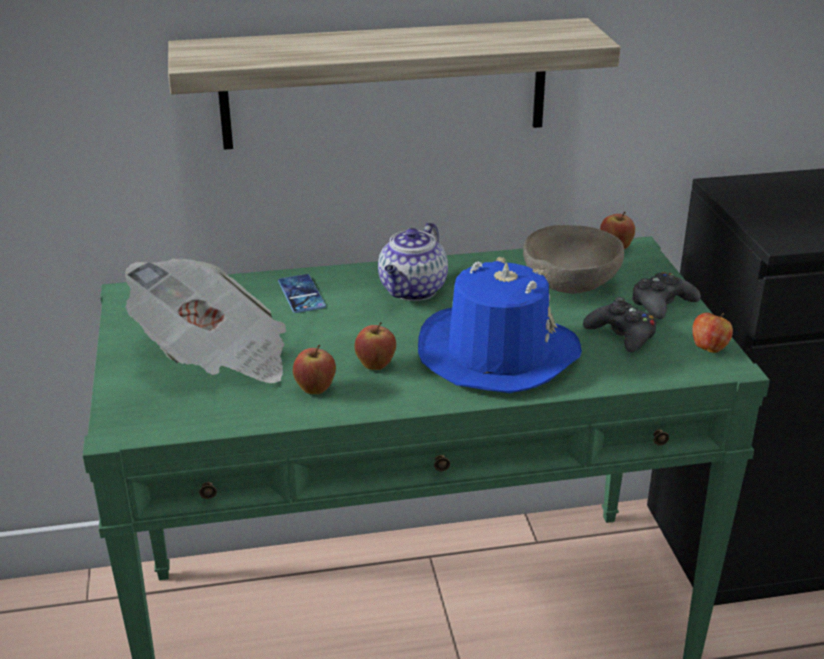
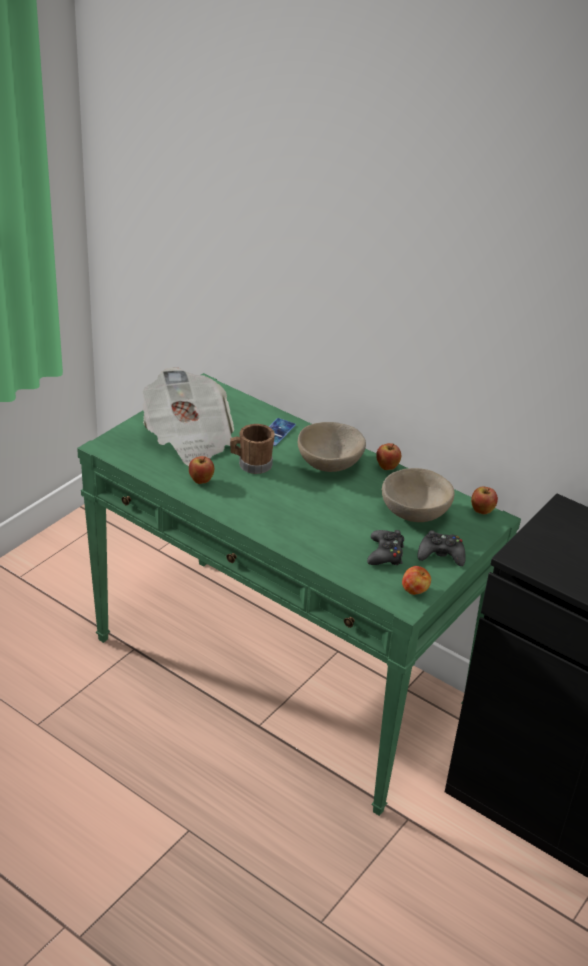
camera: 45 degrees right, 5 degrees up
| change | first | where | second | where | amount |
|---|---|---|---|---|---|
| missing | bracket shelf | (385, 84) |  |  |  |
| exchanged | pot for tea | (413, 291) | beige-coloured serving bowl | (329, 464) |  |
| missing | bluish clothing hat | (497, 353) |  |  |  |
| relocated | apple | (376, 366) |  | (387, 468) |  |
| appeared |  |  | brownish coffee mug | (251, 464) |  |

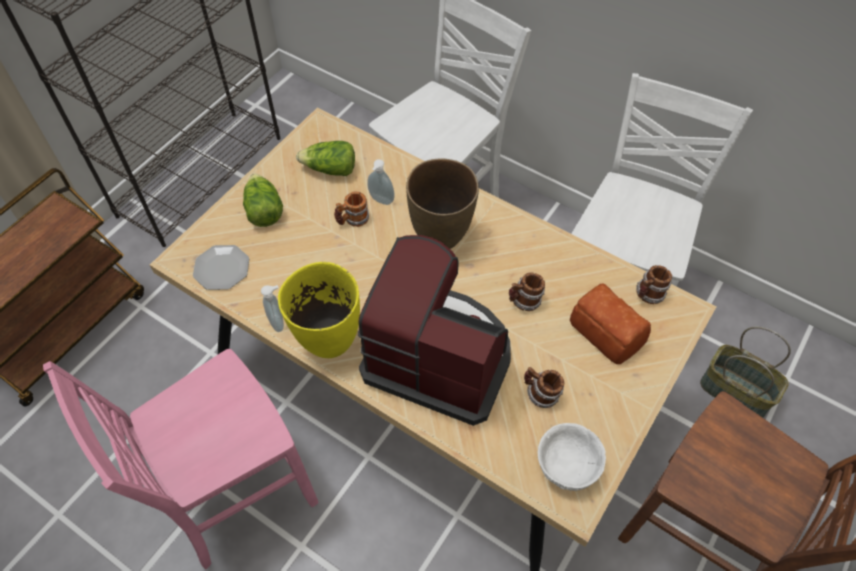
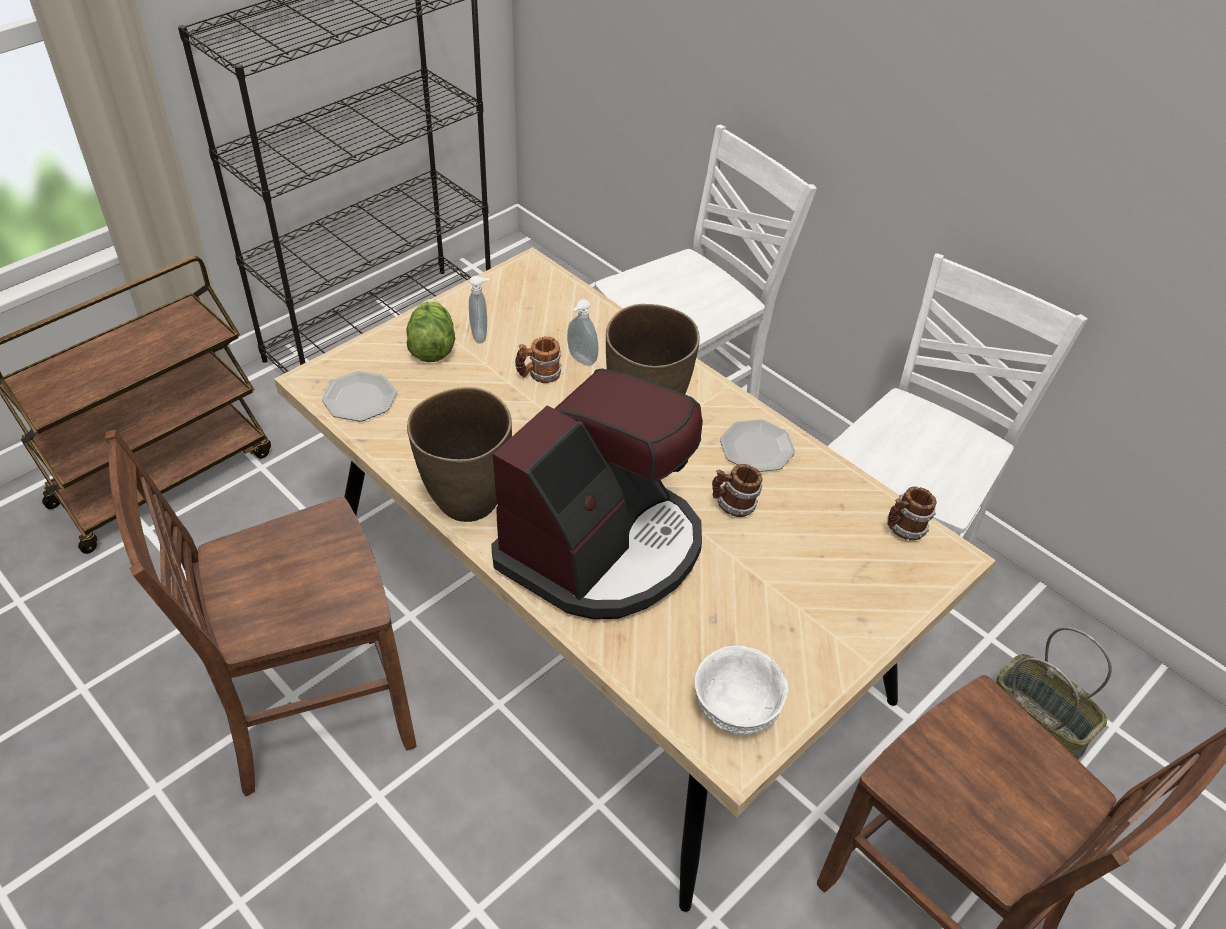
camera: 10 degrees right, 10 degrees down
| change | first | where | second | where | amount |
|---|---|---|---|---|---|
| missing | lettuce head | (330, 169) |  |  |  |
| spun | coffee maker | (439, 357) |  | (602, 547) | 90 degrees clockwise |
| colour | yellow-coloured vase | (329, 341) | brownish vase | (467, 502) |  |
| missing | baked bread | (607, 333) |  |  |  |
| relocated | soap bottle | (278, 322) |  | (481, 335) |  |
| colour | pinkish upright chair | (235, 496) | brownish upright chair | (310, 715) |  |
| missing | coffee mug | (540, 394) |  |  |  |
| appeared |  |  | plate | (756, 448) |  |

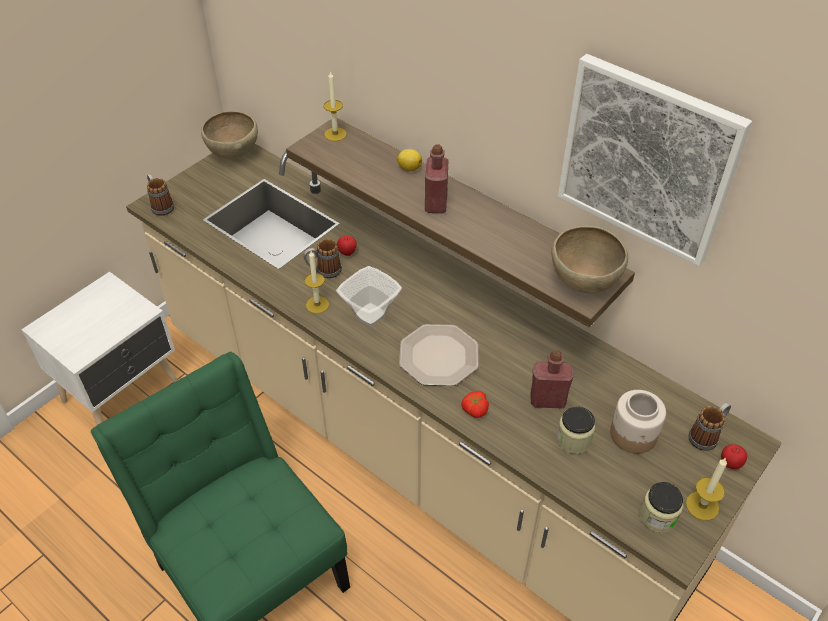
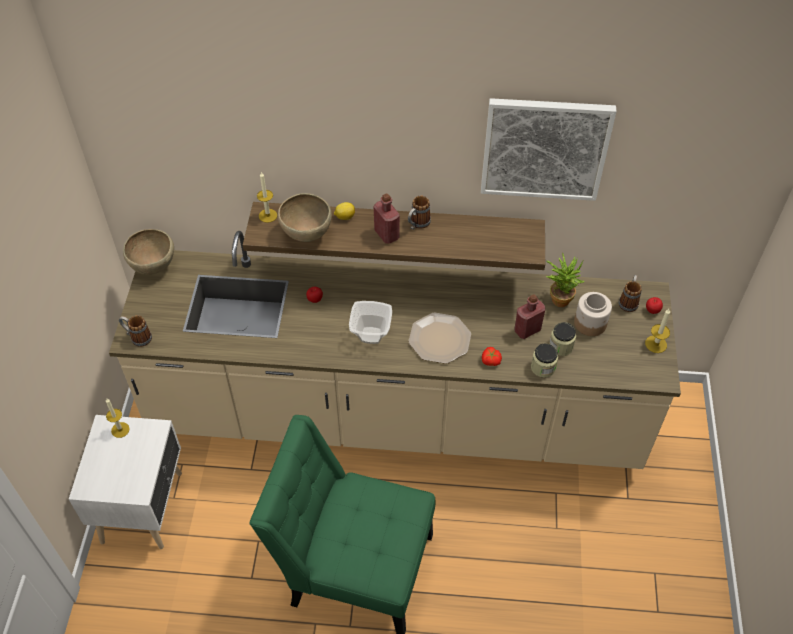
camera: 35 degrees left, 5 degrees up
| change | first | where | second | where | amount |
|---|---|---|---|---|---|
| relocated | brownish serving bowl | (583, 283) |  | (306, 234) |  |
| relocated | coffee mug | (324, 272) |  | (417, 224) |  |
| relocated | wax light | (317, 305) |  | (120, 430) |  |
| relocated | storage jar | (657, 516) |  | (543, 367) |  |
| appeared |  |  | plant in a pot | (560, 297) |  |

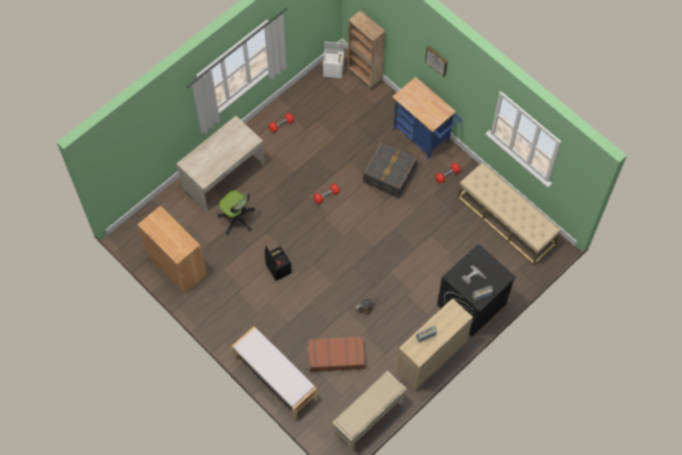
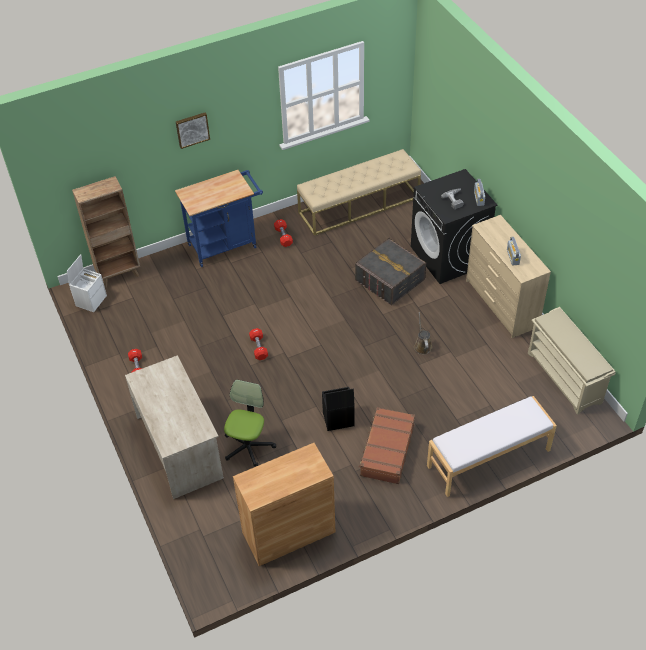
camera: 70 degrees left, 15 degrees down
| change | first | where | second | where | amount |
|---|---|---|---|---|---|
| relocated | greyish storage box | (389, 174) |  | (390, 280) |  |
| spun | office chair | (237, 218) |  | (248, 446) | 45 degrees counterclockwise |
| relocated | brownish travel case | (336, 356) |  | (386, 450) |  |

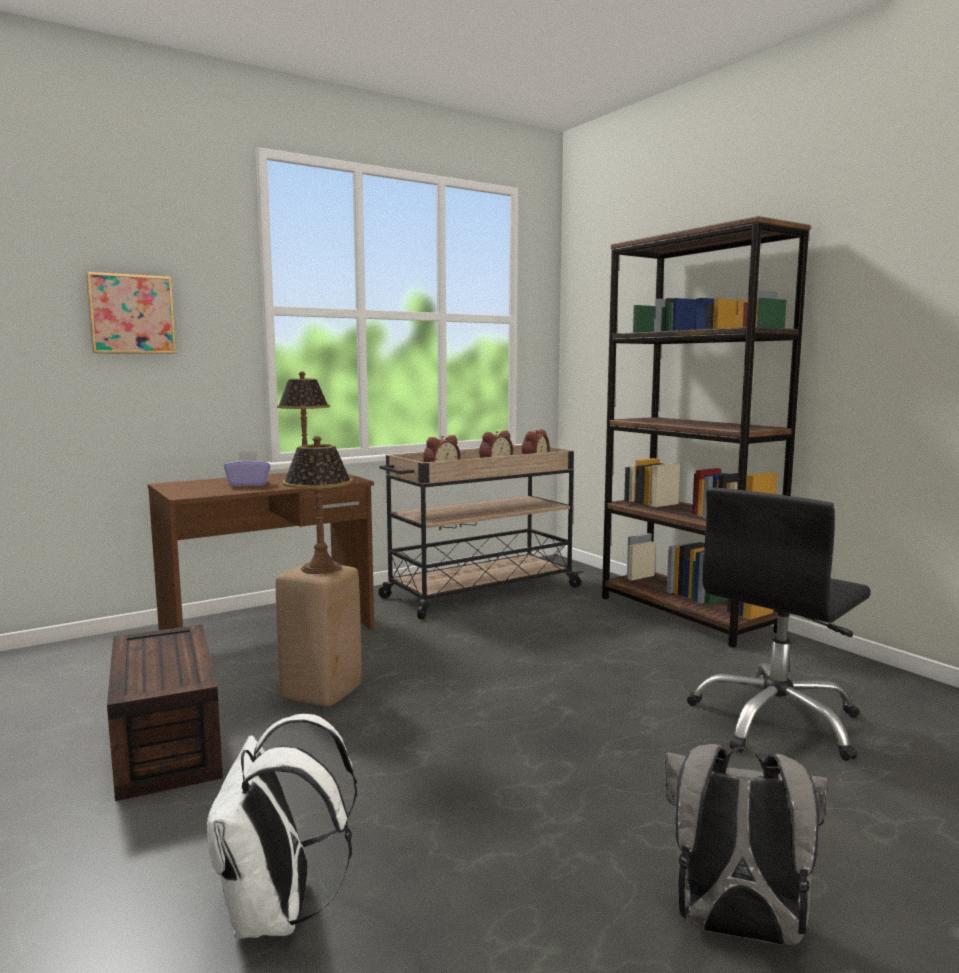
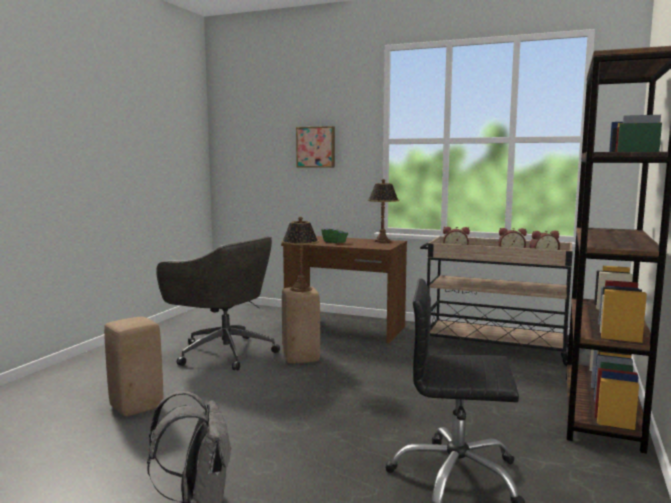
camera: 55 degrees right, 0 degrees up
| change | first | where | second | where | amount |
|---|---|---|---|---|---|
| colour | purple-coloured tissue box | (248, 484) | greenish tissue box | (334, 242) |  |
| exchanged | brownish storage box | (170, 744) | greyish office chair | (223, 352) |  |
| exchanged | white backpack | (277, 914) | beige-coloured stool seat | (136, 407) |  |

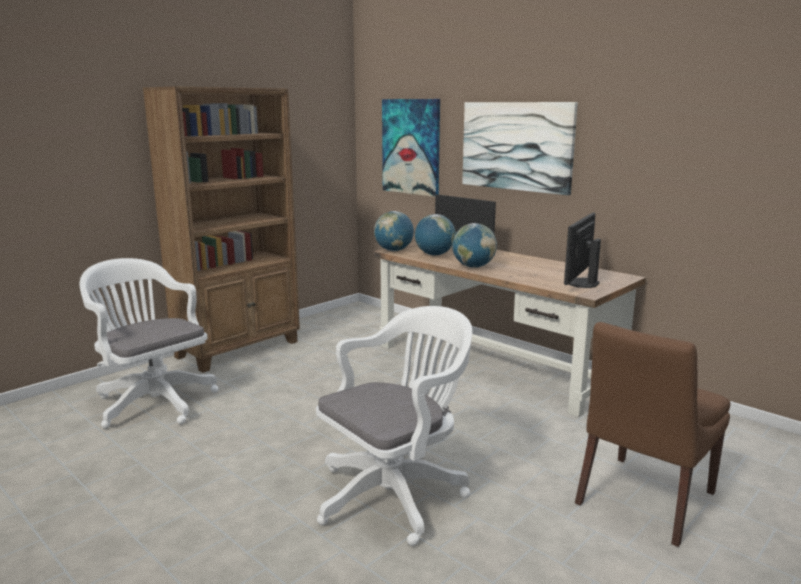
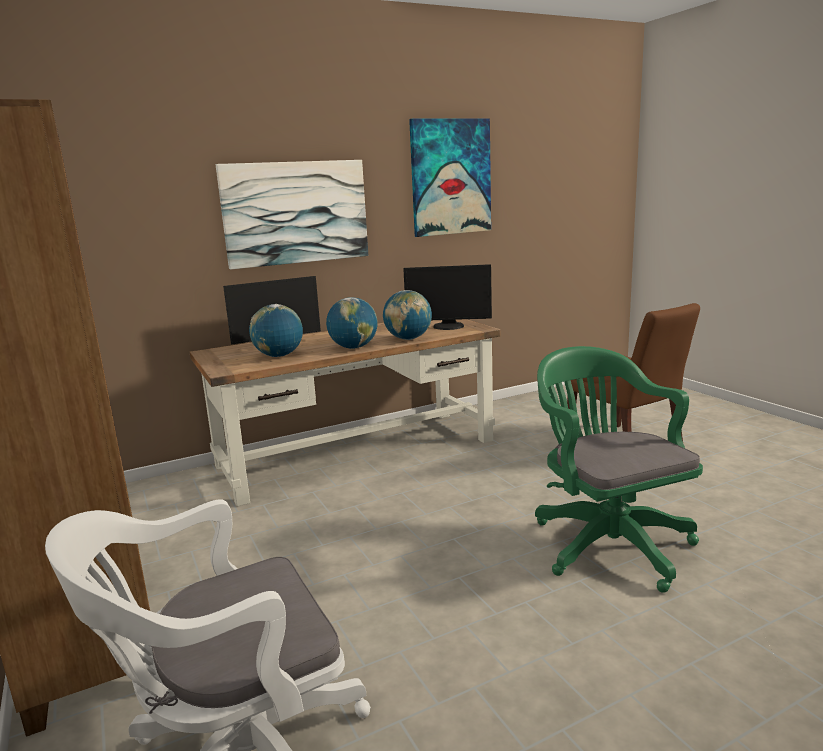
camera: 70 degrees left, 0 degrees up
| change | first | where | second | where | amount |
|---|---|---|---|---|---|
| relocated | wall art | (411, 147) |  | (451, 177) |  |
| relocated | globe | (394, 250) |  | (408, 339) |  |
| spun | monitor | (581, 283) |  | (448, 327) | 45 degrees counterclockwise |
| colour | white office chair | (396, 493) | greenish office chair | (607, 542) |  |

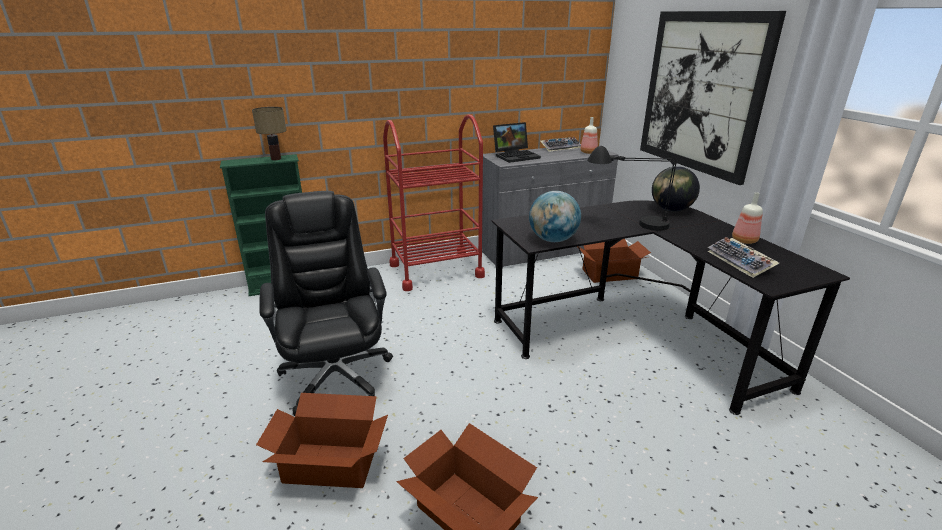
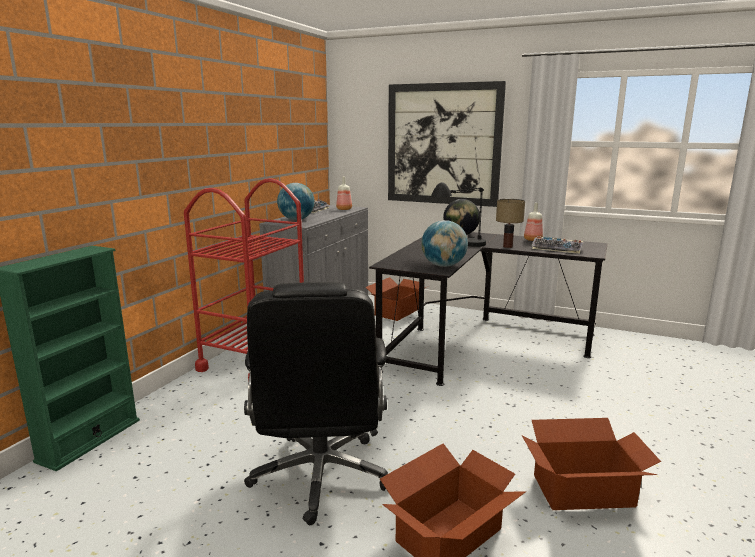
camera: 45 degrees left, 10 degrees down
| change | first | where | second | where | amount |
|---|---|---|---|---|---|
| relocated | lamp for a table | (276, 159) |  | (507, 246) |  |
| exchanged | laptop | (516, 156) | globe | (296, 219) |  |
| spun | black-coloured office chair | (335, 375) |  | (320, 476) | 120 degrees counterclockwise |

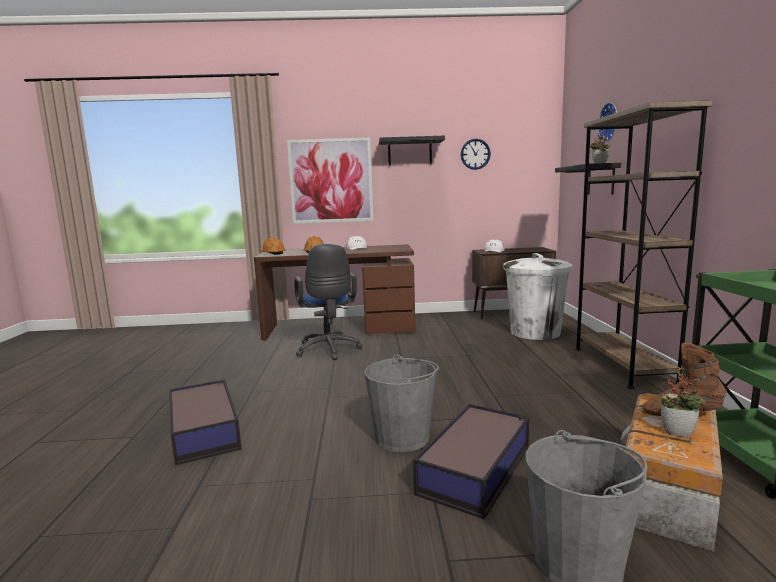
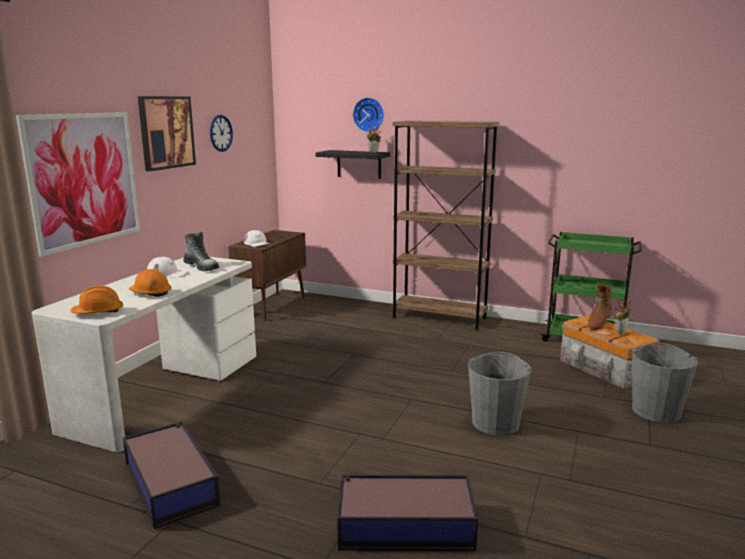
camera: 65 degrees left, 5 degrees up
| change | first | where | second | where | amount |
|---|---|---|---|---|---|
| exchanged | black-coloured bracket shelf | (409, 152) | wall art | (166, 132) |  |
| missing | bluish office chair | (328, 350) |  |  |  |
| colour | brownish desk unit | (340, 328) | white desk unit | (166, 390) |  |
| missing | white rubbish bin | (535, 332) |  |  |  |
| relocated | storage box | (477, 468) |  | (171, 483) |  |
| appeared |  |  | high-top boot | (202, 267) |  |

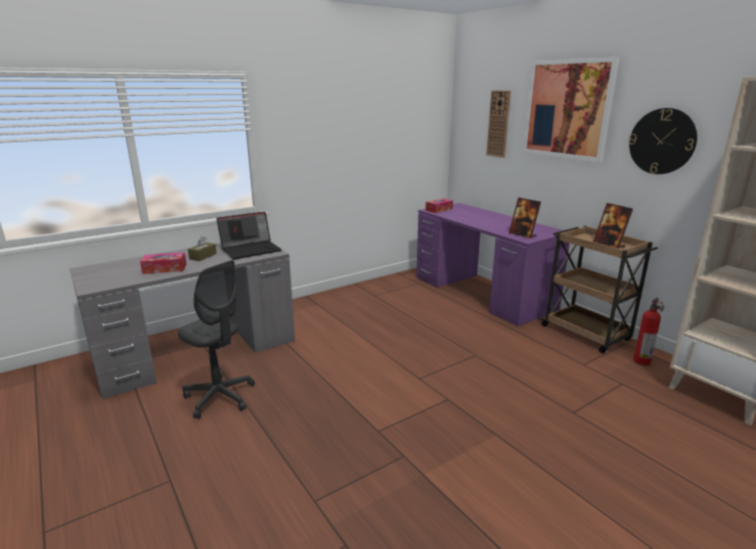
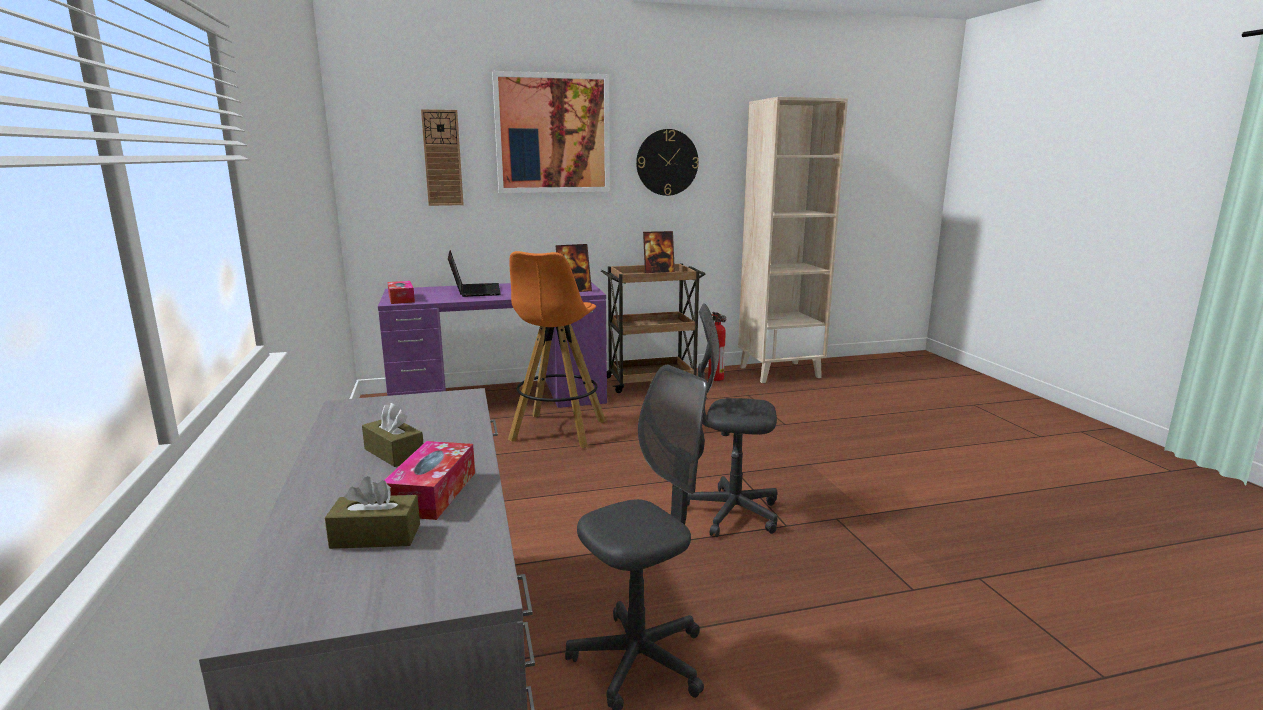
camera: 70 degrees left, 5 degrees down
| change | first | where | second | where | amount |
|---|---|---|---|---|---|
| relocated | laptop | (251, 250) |  | (474, 291) |  |
| appeared |  |  | orange stool seat | (557, 432) |  |
| appeared |  |  | greyish office chair | (731, 513) |  |
| appeared |  |  | brownish tissue box | (376, 536) |  |

